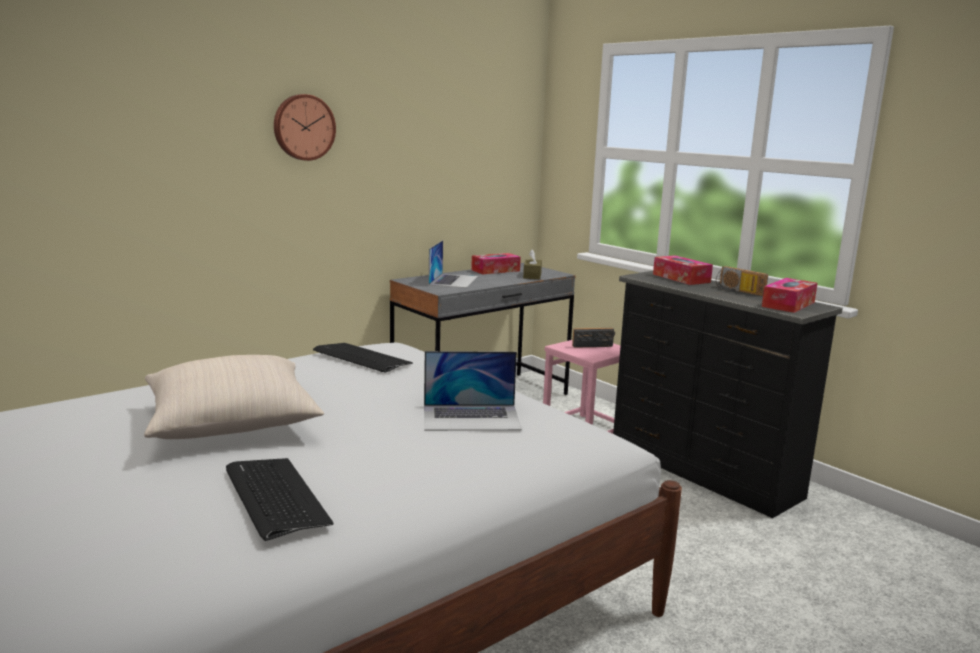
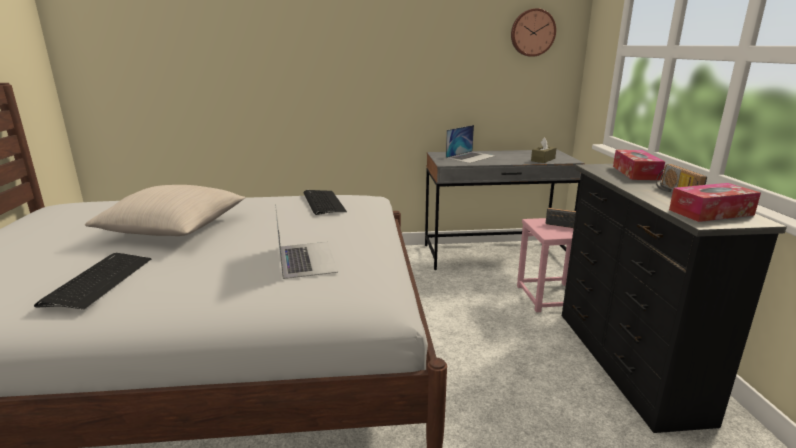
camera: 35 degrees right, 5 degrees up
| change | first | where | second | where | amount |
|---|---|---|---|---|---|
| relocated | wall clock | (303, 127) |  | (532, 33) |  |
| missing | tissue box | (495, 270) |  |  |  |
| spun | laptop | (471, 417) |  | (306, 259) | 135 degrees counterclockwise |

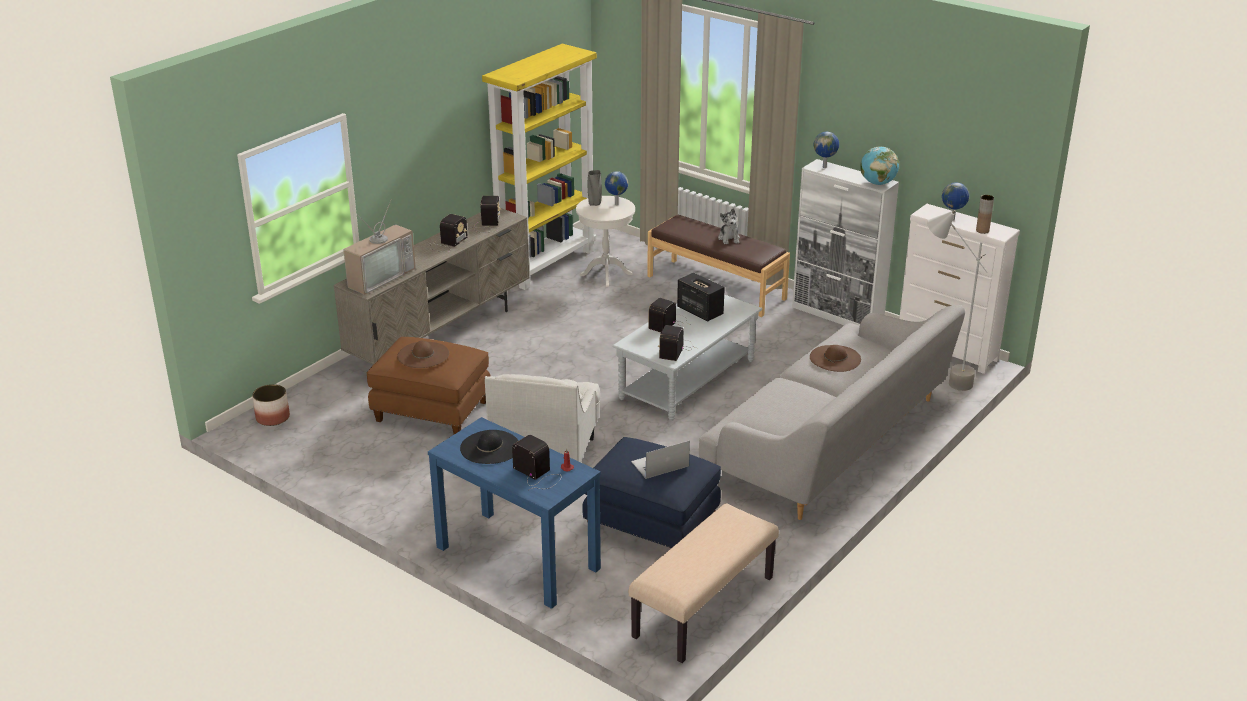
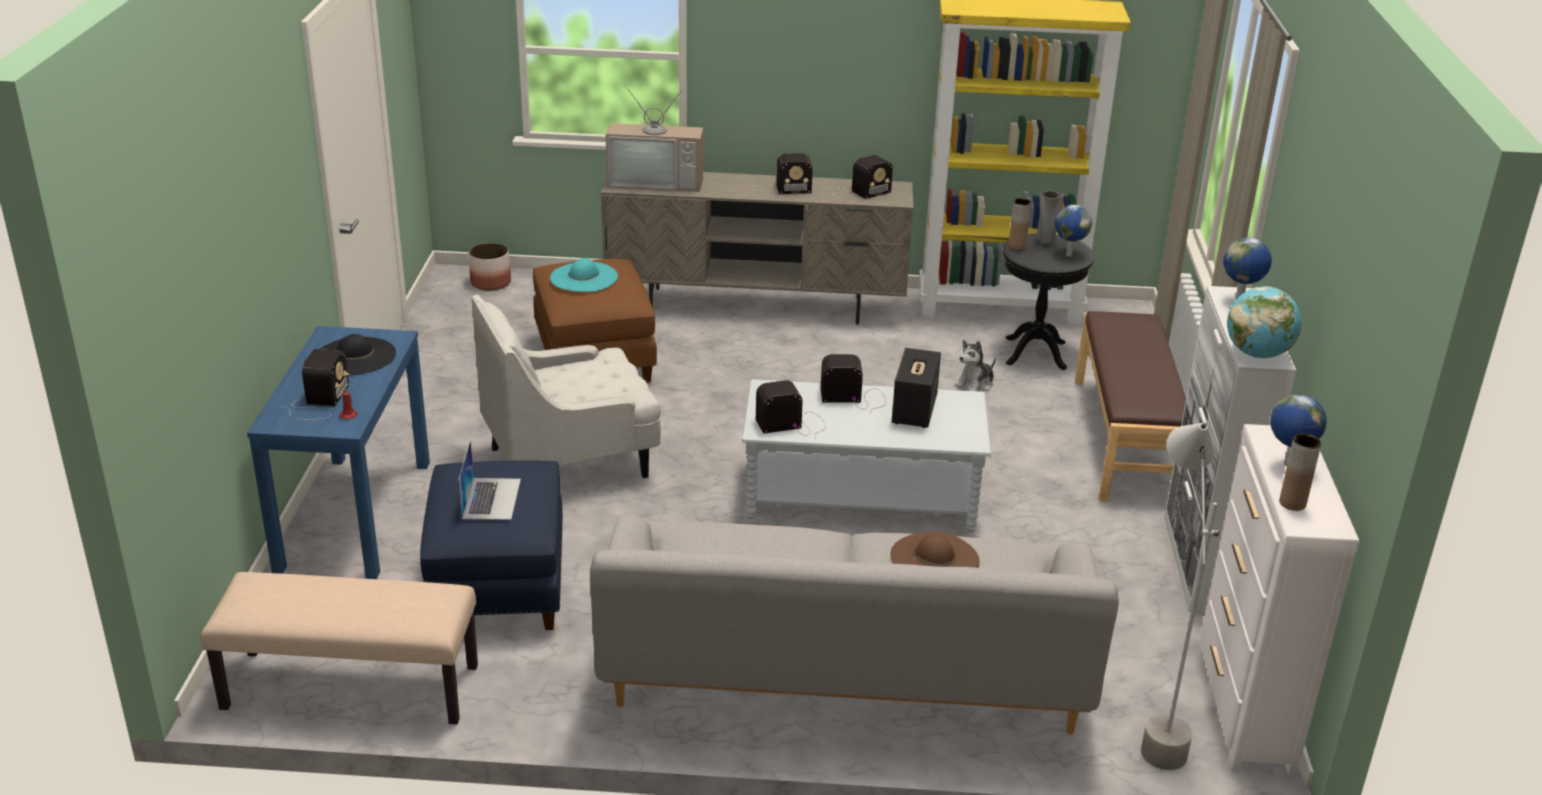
camera: 55 degrees right, 0 degrees up
| change | first | where | second | where | amount |
|---|---|---|---|---|---|
| colour | white end table | (606, 274) | black-coloured end table | (1036, 353) |  |
| relocated | soft toy | (729, 238) |  | (975, 385) |  |
| colour | brownish clothing hat | (423, 355) | blue-green clothing hat | (584, 277) |  |
| spun | laptop | (660, 464) |  | (491, 498) | 60 degrees clockwise |
| appeared |  |  | brownish vase | (1017, 246) |  |

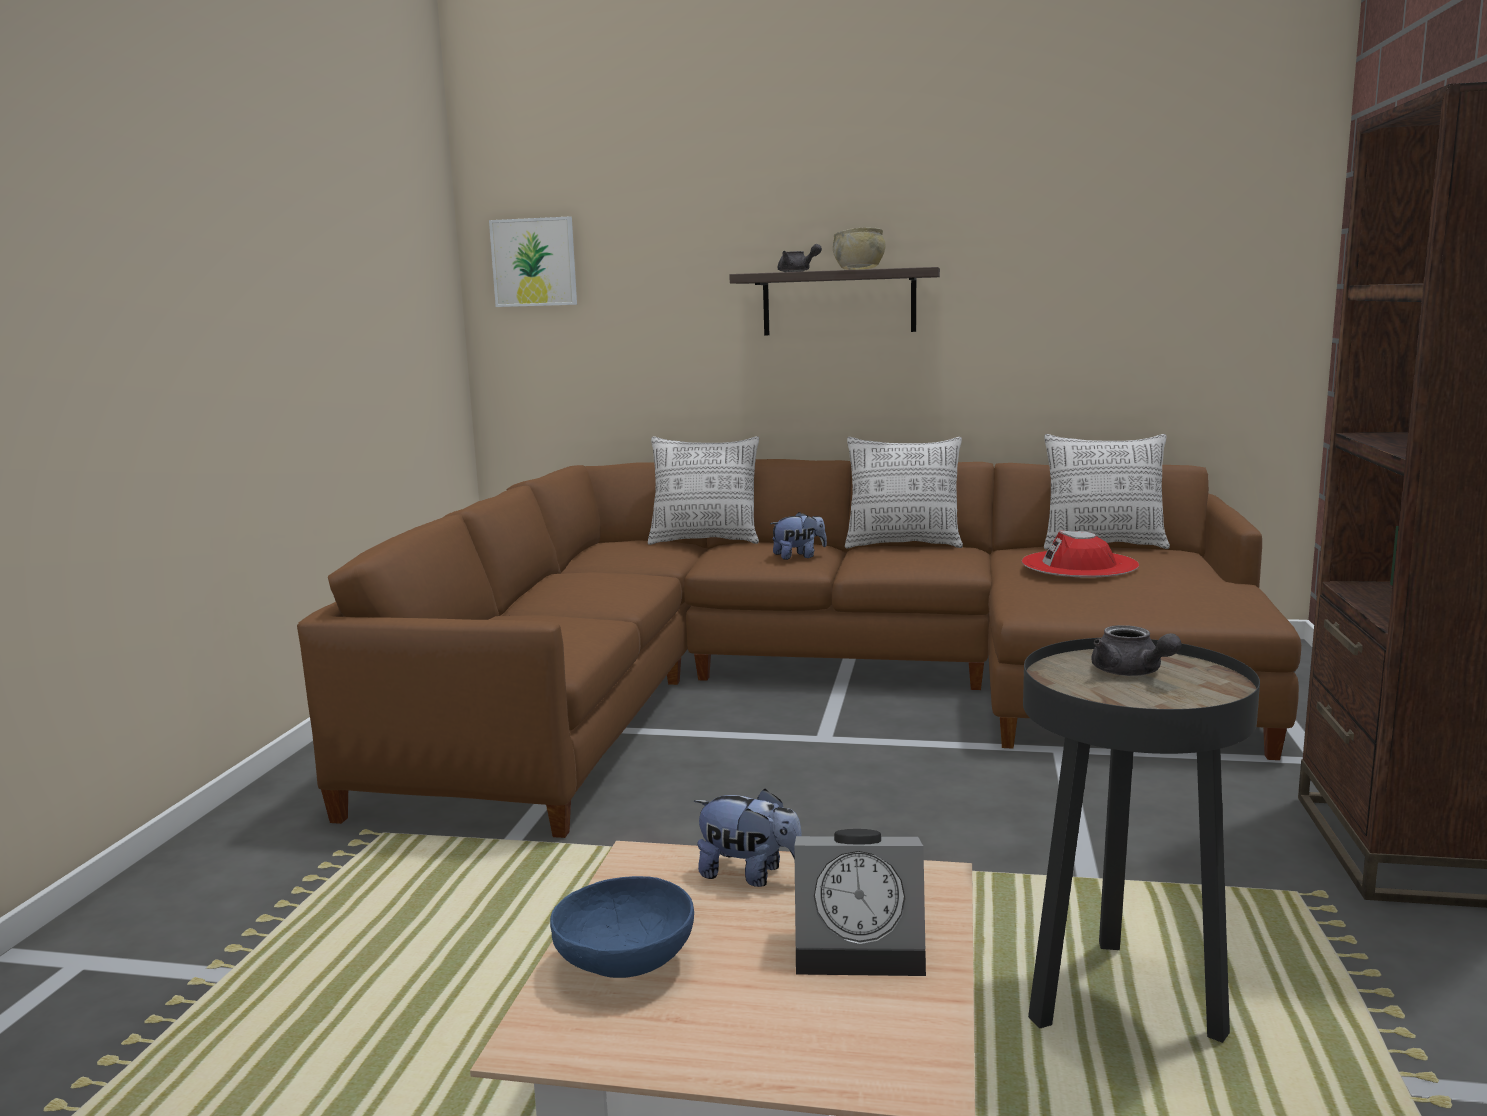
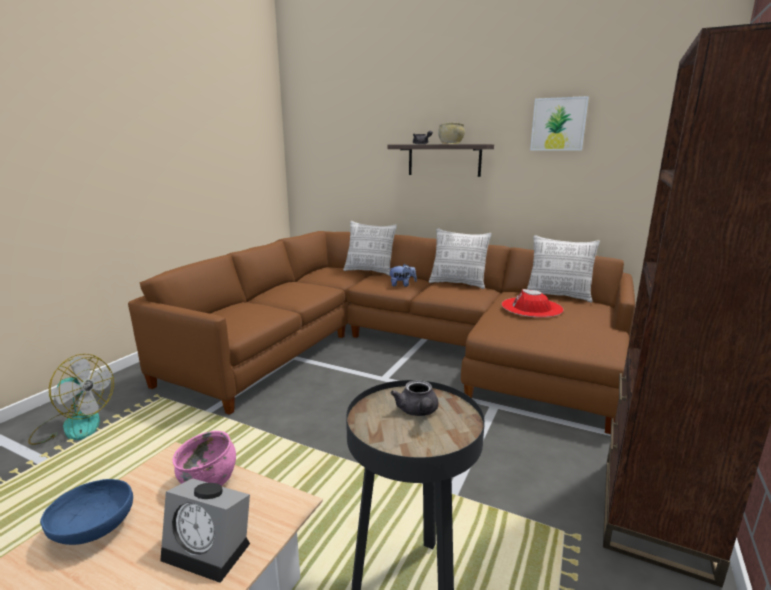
camera: 15 degrees right, 5 degrees up
| change | first | where | second | where | amount |
|---|---|---|---|---|---|
| relocated | wall art | (534, 262) |  | (558, 124) |  |
| exchanged | soft toy | (750, 875) | pinkish serving bowl | (209, 480) |  |
| appeared |  |  | electric fan | (74, 425) |  |

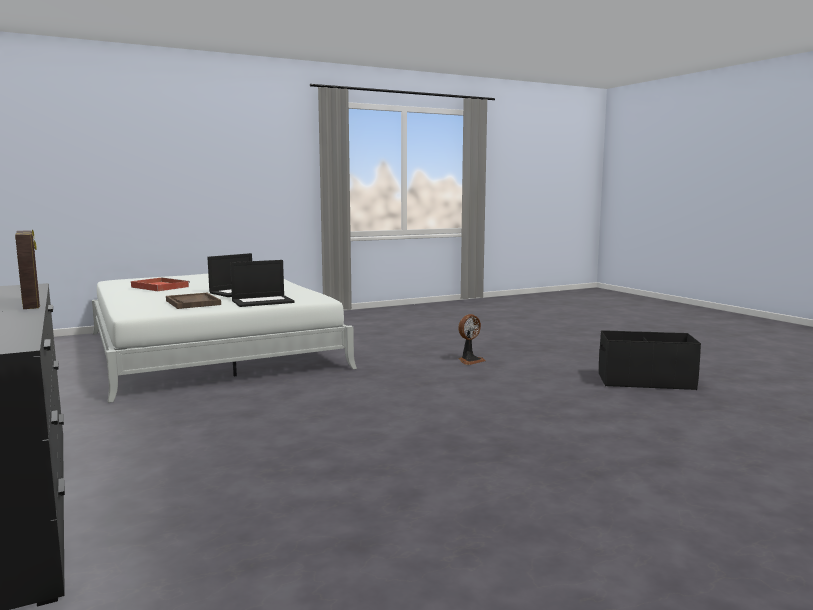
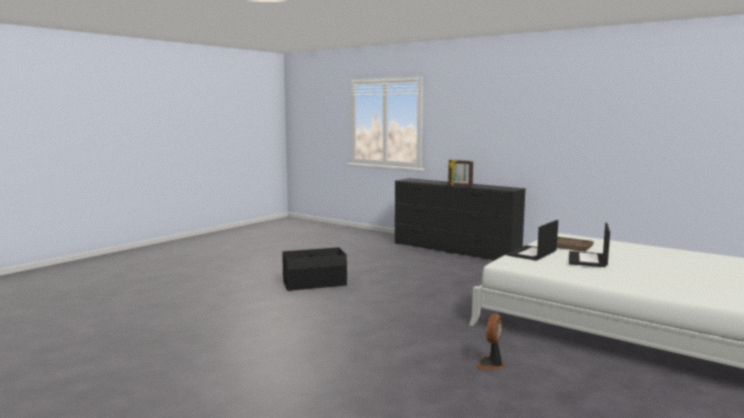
camera: 155 degrees right, 0 degrees up
| change | first | where | second | where | amount |
|---|---|---|---|---|---|
| missing | reddish tray | (159, 287) |  |  |  |
| relocated | electric fan | (470, 361) |  | (491, 365) |  |
| relocated | black-coloured storage box | (645, 381) |  | (314, 284) |  |

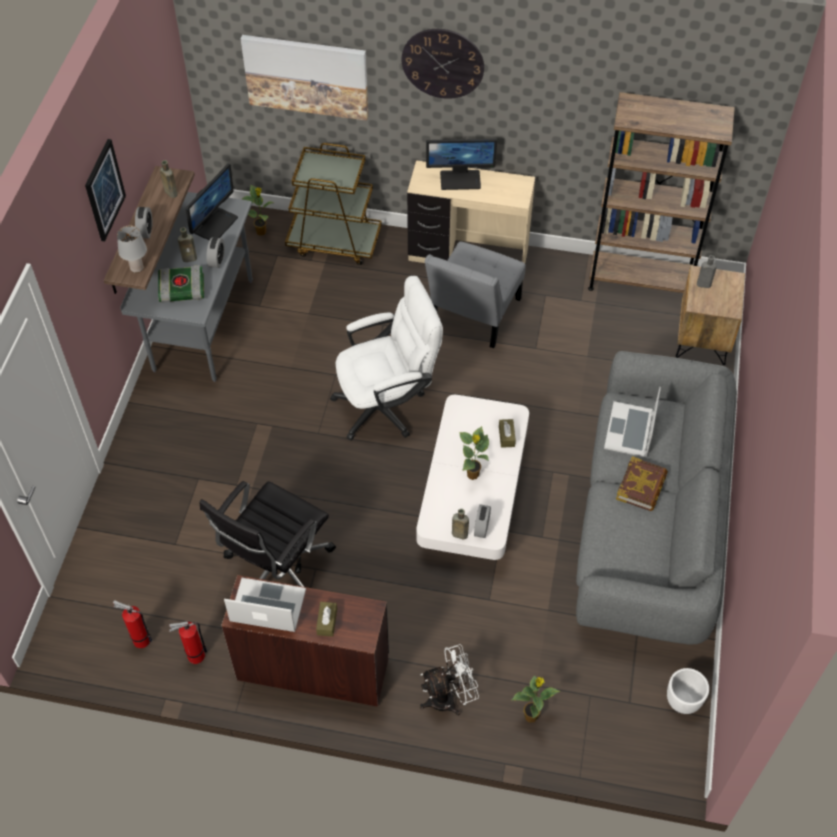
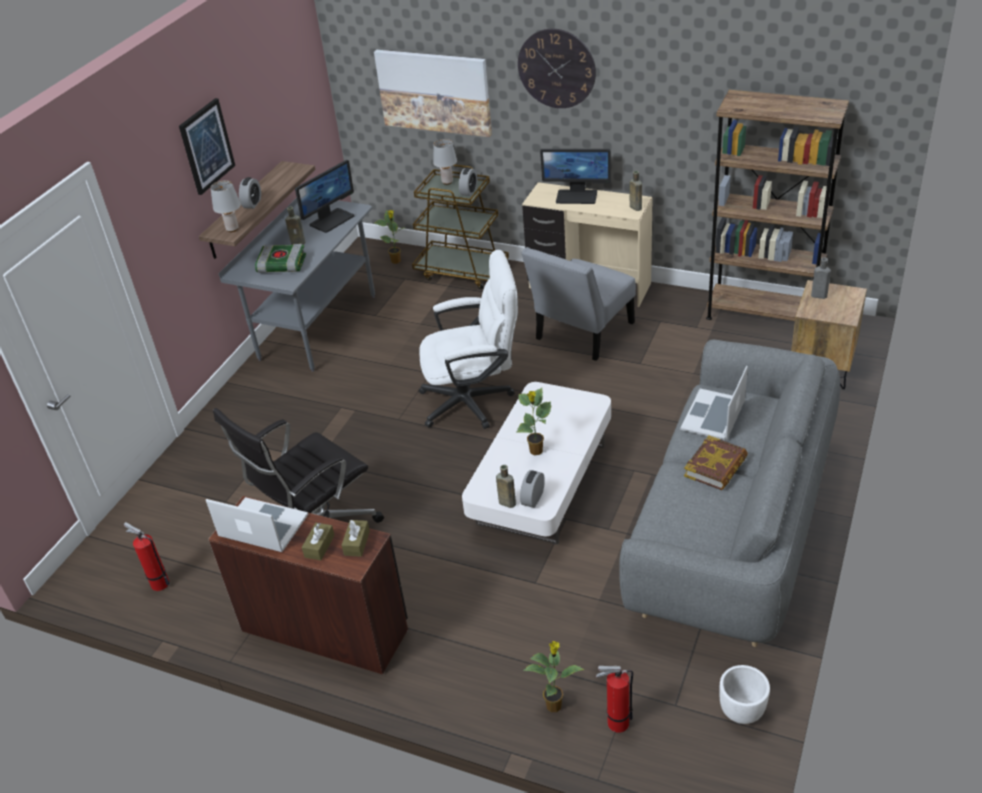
camera: 15 degrees right, 15 degrees down
| change | first | where | second | where | amount |
|---|---|---|---|---|---|
| relocated | brownish bottle | (170, 192) |  | (635, 207) |  |
| relocated | bedside clock | (217, 260) |  | (469, 191) |  |
| relocated | brownish tissue box | (506, 436) |  | (357, 543) |  |
| relocated | fire extinguisher | (193, 656) |  | (615, 723) |  |
| missing | white electric fan | (448, 698) |  |  |  |
| appeared |  |  | greyish lamp for a table | (447, 182) |  |

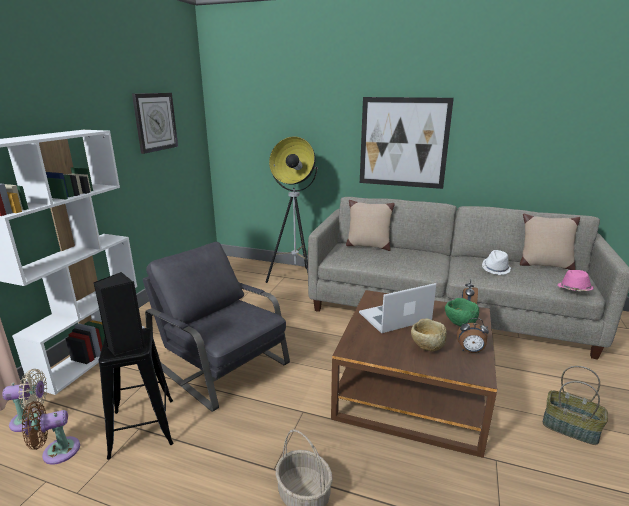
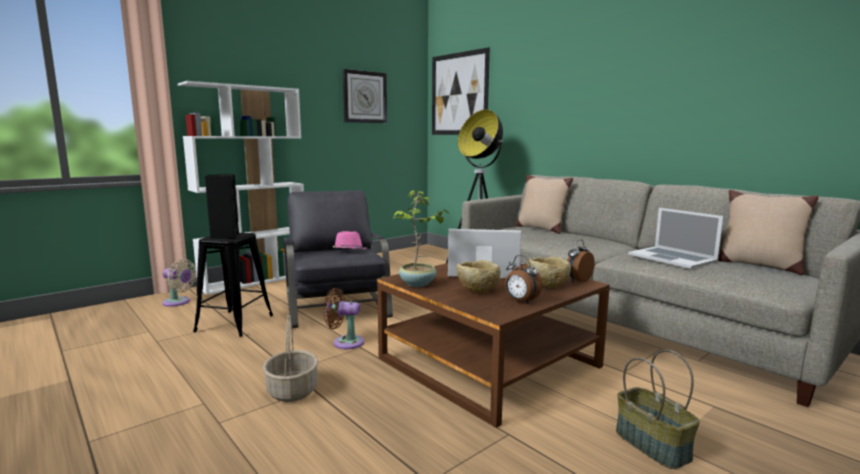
camera: 30 degrees right, 10 degrees down
| change | first | where | second | where | amount |
|---|---|---|---|---|---|
| relocated | wall art | (403, 143) |  | (459, 94) |  |
| exchanged | white clothing hat | (496, 269) | laptop | (672, 258) |  |
| relocated | pinkish clothing hat | (574, 289) |  | (348, 251) |  |
| colour | greenish serving bowl | (459, 323) | beige-coloured serving bowl | (547, 286) |  |
| relocated | brownish electric fan | (57, 452) |  | (345, 342) |  |
| appeared |  |  | plant in a pot | (418, 284) |  |

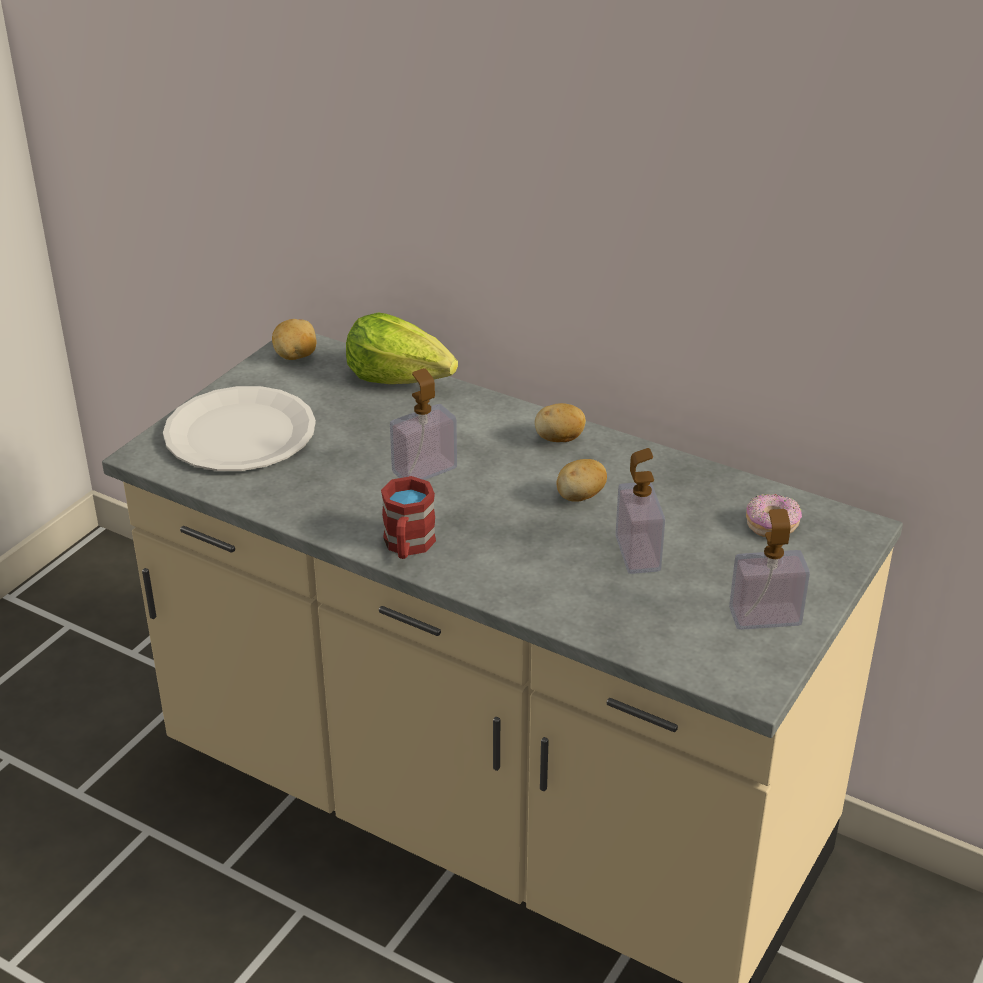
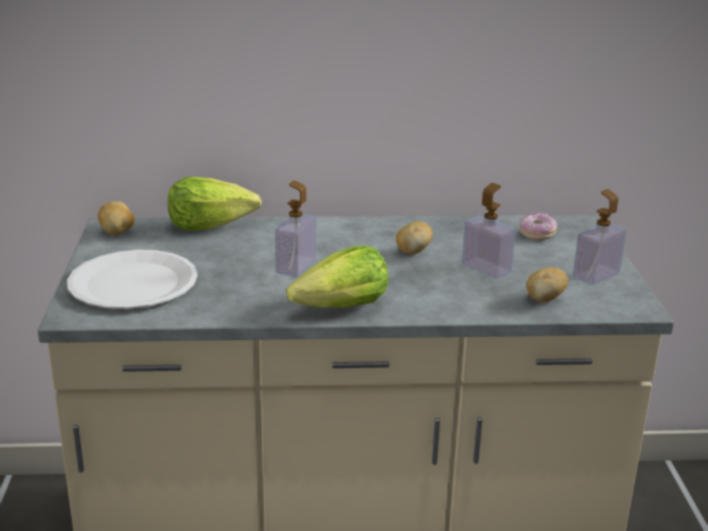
camera: 35 degrees left, 10 degrees down
| change | first | where | second | where | amount |
|---|---|---|---|---|---|
| relocated | spud | (559, 439) |  | (544, 300) |  |
| exchanged | reddish coffee mug | (407, 546) | lettuce head | (342, 308) |  |

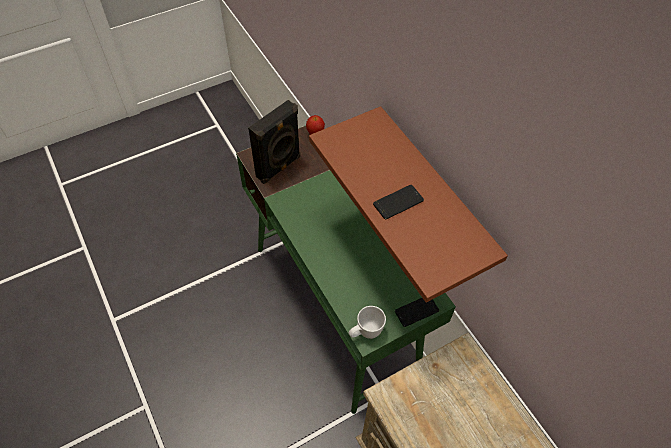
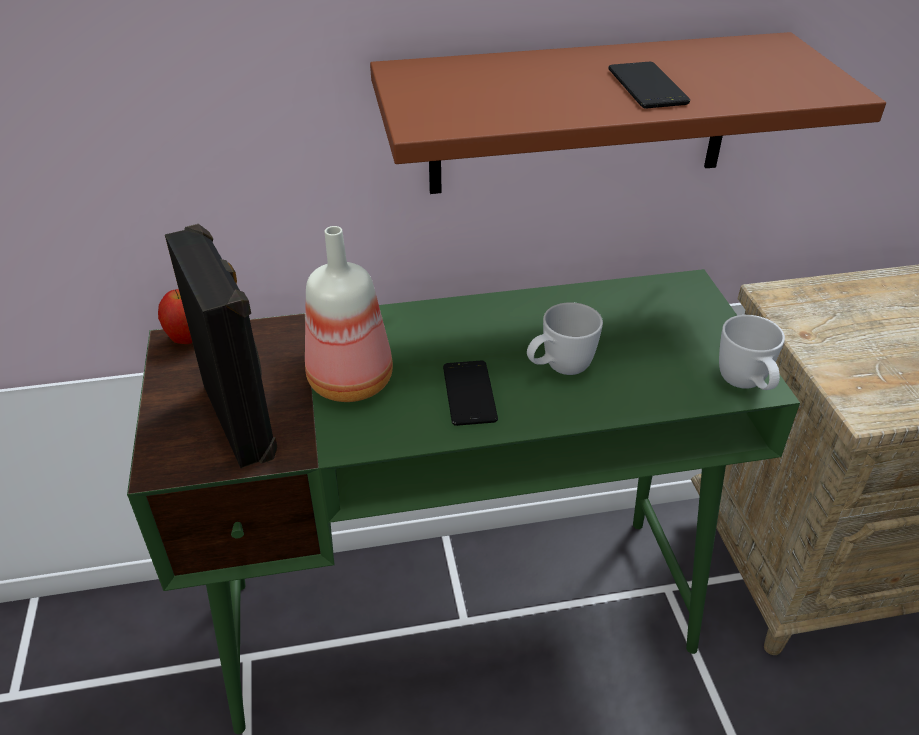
camera: 70 degrees left, 15 degrees down
| change | first | where | second | where | amount |
|---|---|---|---|---|---|
| relocated | handset | (416, 311) |  | (469, 393) |  |
| appeared |  |  | bottle | (352, 380) |  |
| appeared |  |  | white coffee mug | (559, 369) |  |

